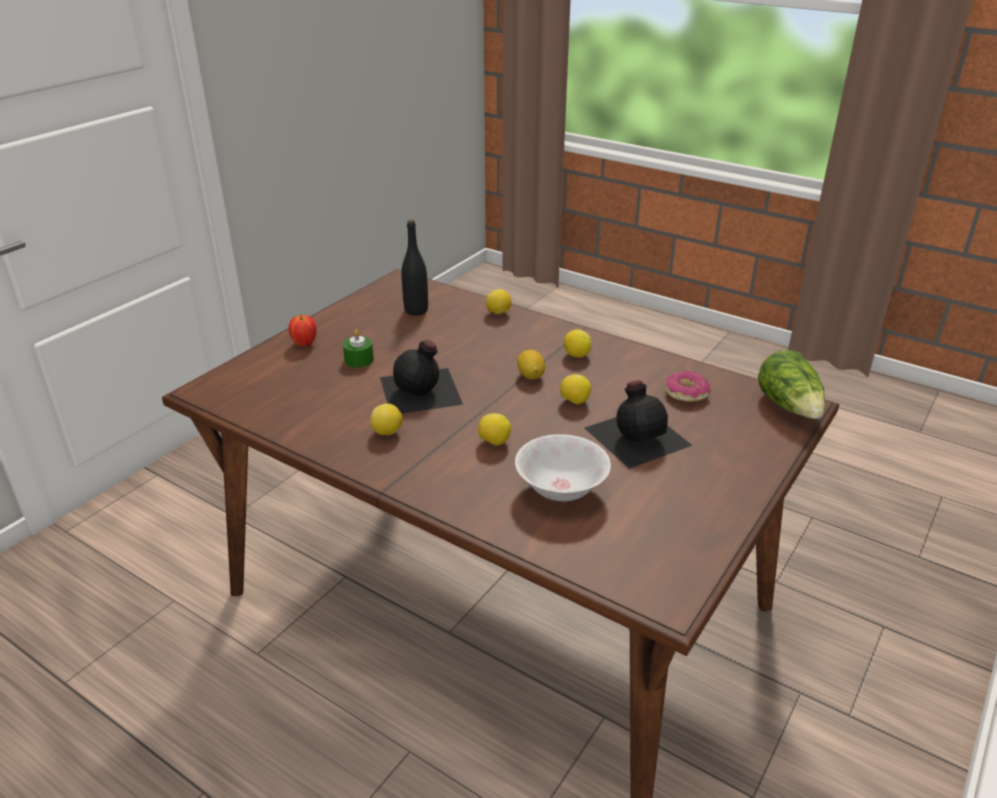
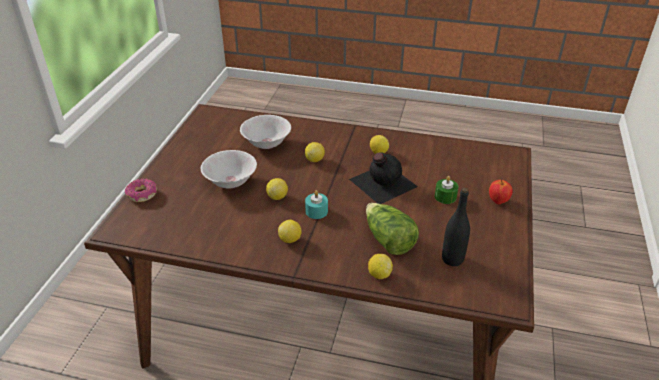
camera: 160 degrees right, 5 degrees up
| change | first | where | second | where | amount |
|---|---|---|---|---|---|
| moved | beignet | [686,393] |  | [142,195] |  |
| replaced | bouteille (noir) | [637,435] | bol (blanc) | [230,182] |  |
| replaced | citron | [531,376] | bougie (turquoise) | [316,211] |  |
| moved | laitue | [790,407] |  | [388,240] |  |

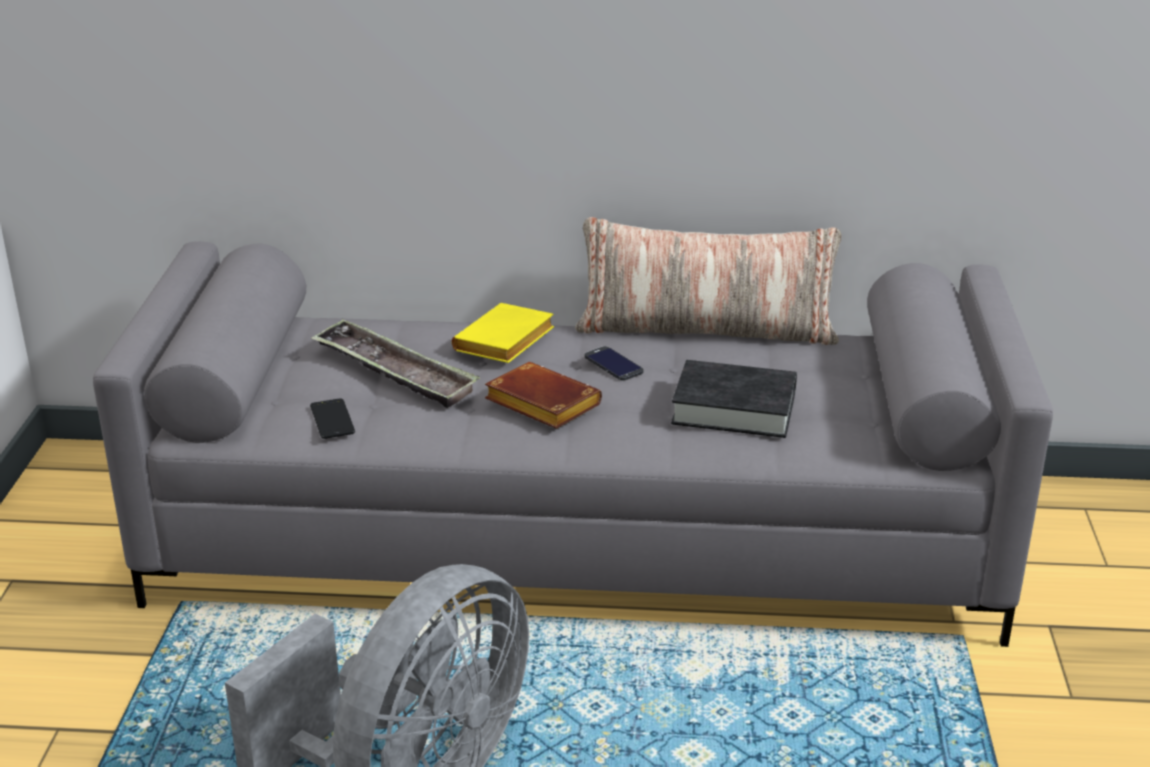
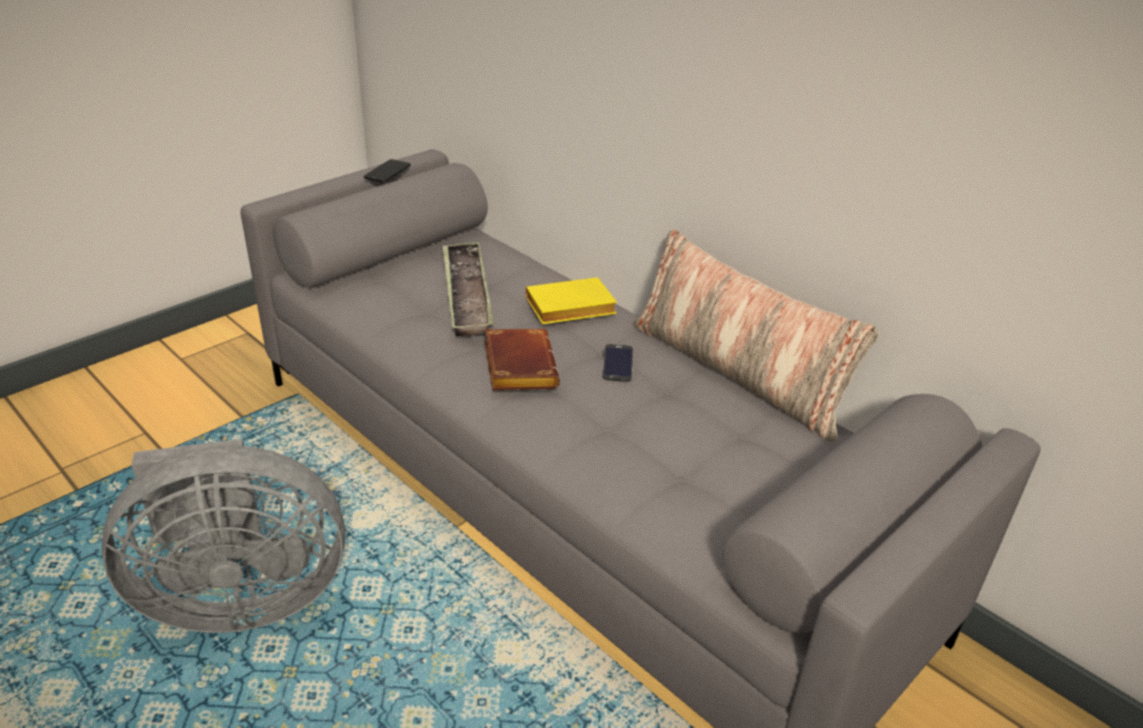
camera: 40 degrees right, 5 degrees up
| change | first | where | second | where | amount |
|---|---|---|---|---|---|
| moved | téléphone | [332,419] |  | [387,172] |  |
| removed | livre (noir) | [734,408] |  |  |  |

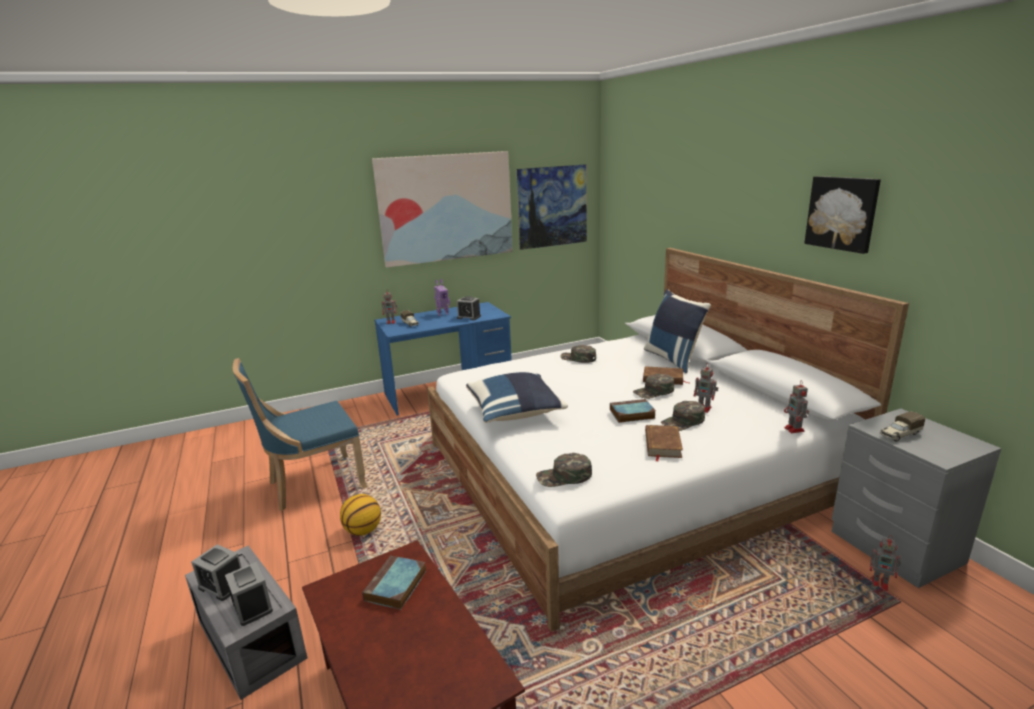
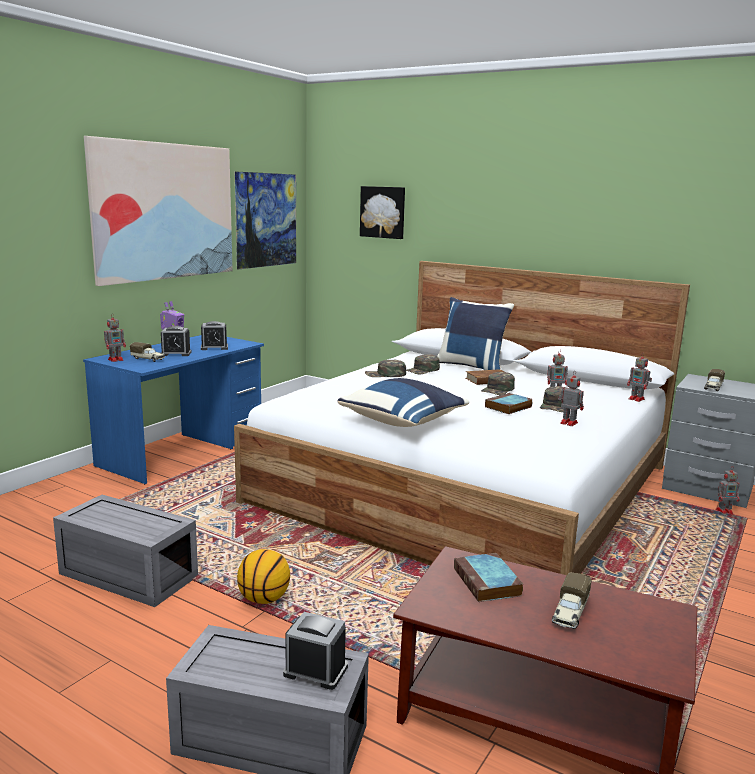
camera: 35 degrees left, 5 degrees down
| change | first | where | second | where | amount |
|---|---|---|---|---|---|
| replaced | chaise (bleu) | [313,484] | boîte de rangement (gris) | [125,575] |  |
| moved | réveil | [222,585] |  | [176,353] |  |
| moved | tableau | [842,213] |  | [383,212] |  |
| moved | casquette (vert) | [564,476] |  | [422,370] |  |
| added |  |  | camion jouet | [569,614] |  |
| replaced | livre (marron) | [662,445] | robot jouet | [568,423] |  |

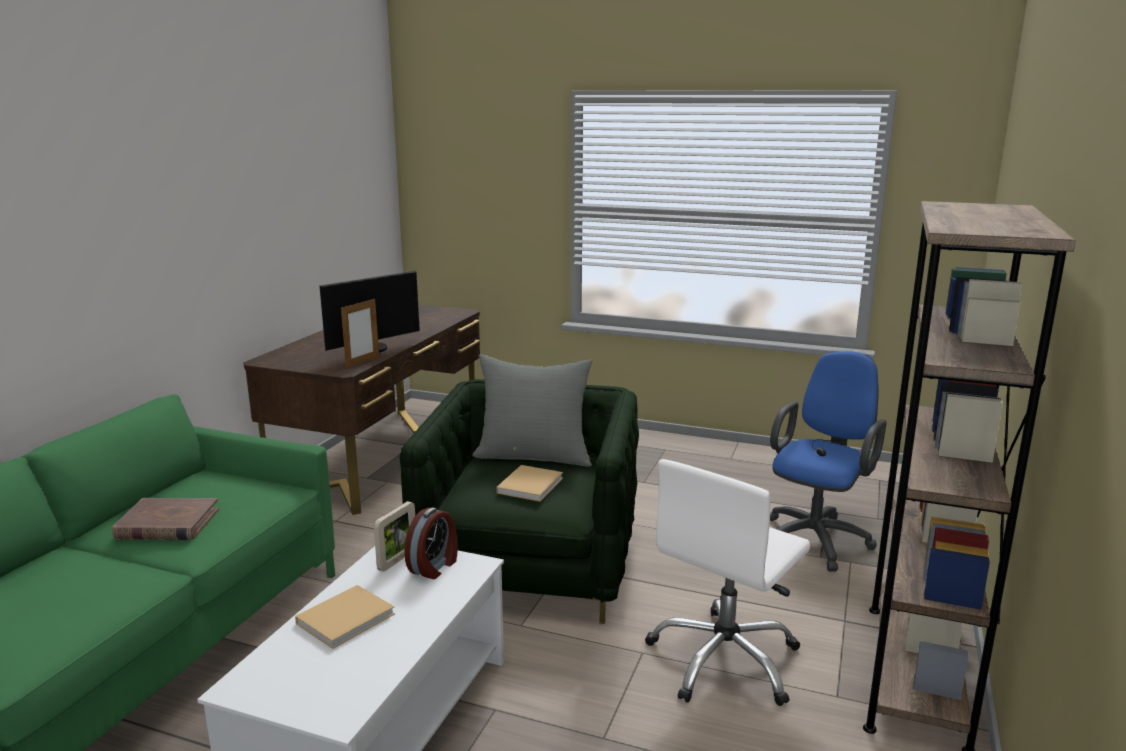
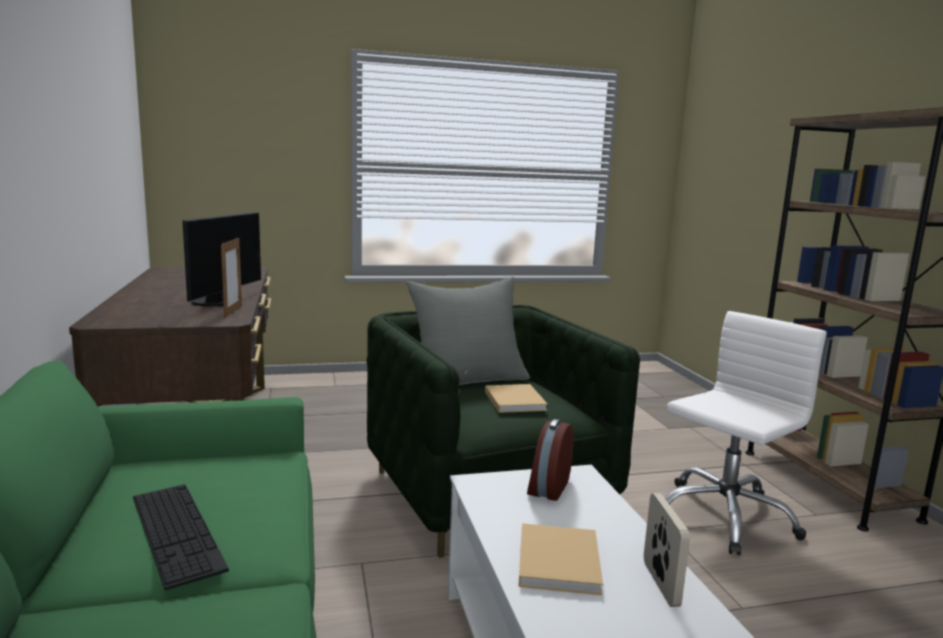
camera: 35 degrees left, 5 degrees down
| change | first | where | second | where | amount |
|---|---|---|---|---|---|
| replaced | livre (marron) | [167,524] | clavier | [176,531] |  |
| turned | réveil | [434,566] |  | [547,487] | 150 degrees counterclockwise |
| moved | cadre photo | [397,560] |  | [660,584] |  |
| turned | chaise de bureau (blanc) | [725,660] |  | [724,515] | 135 degrees counterclockwise |
| removed | chaise de bureau (bleu) | [816,538] |  |  |  |

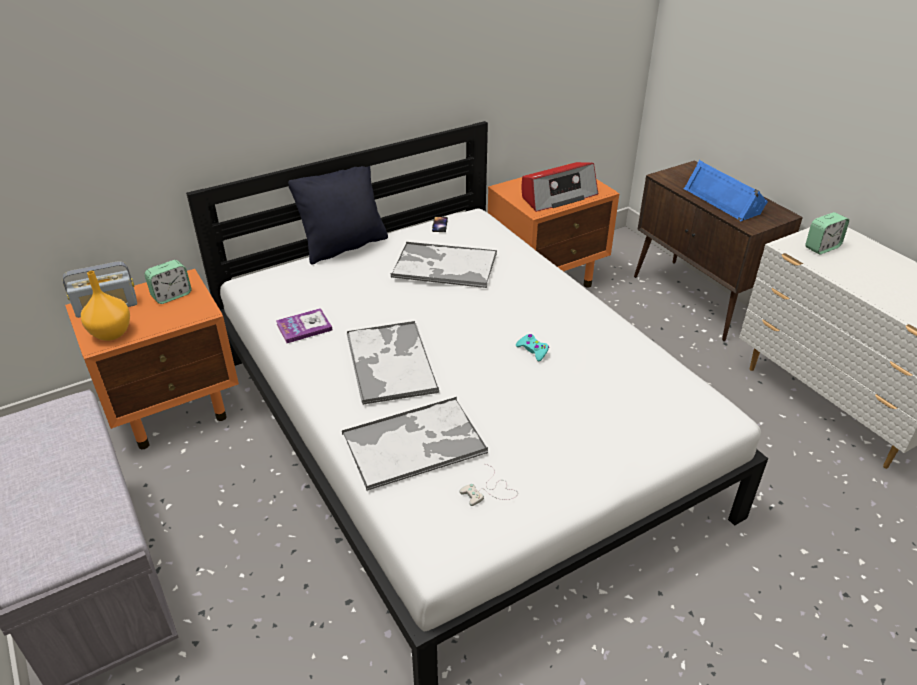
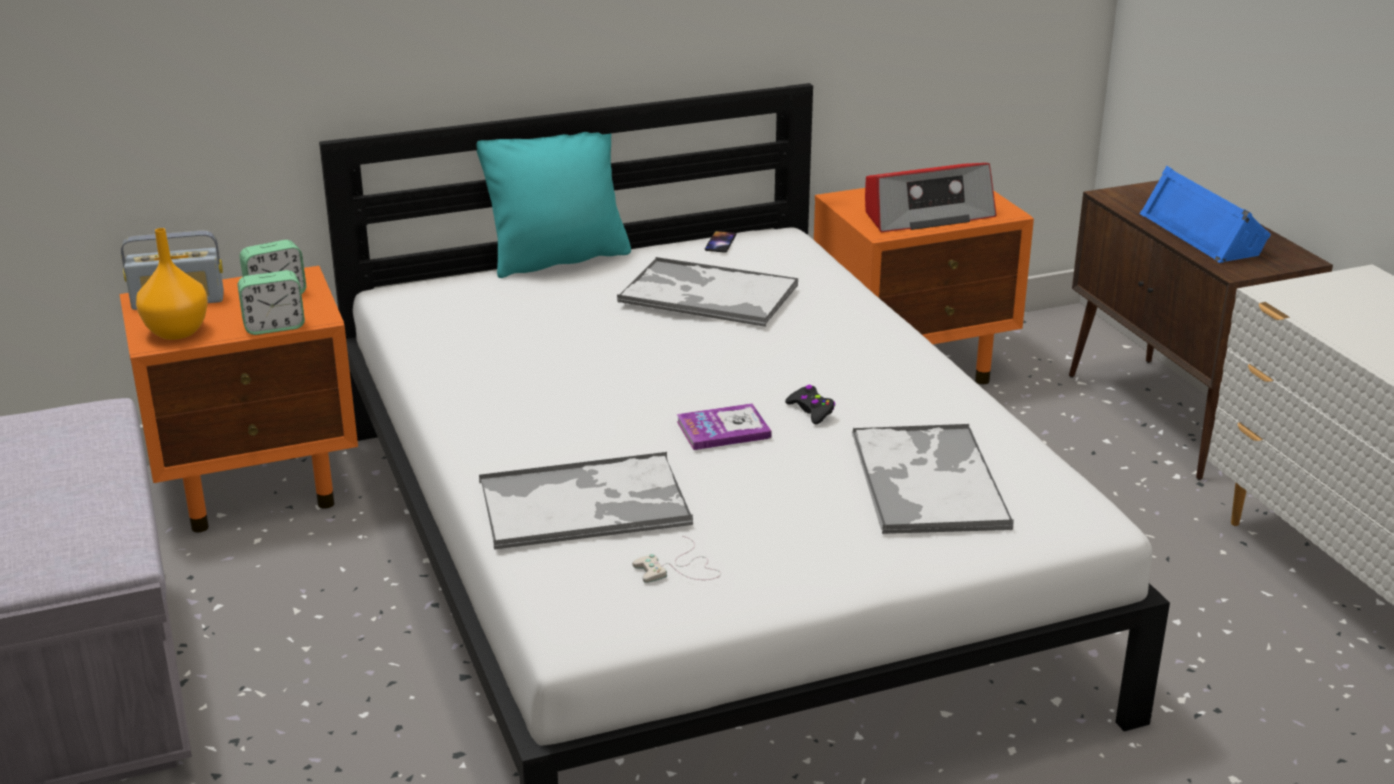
camera: 10 degrees right, 10 degrees down
| change | first | where | second | where | amount |
|---|---|---|---|---|---|
| moved | réveil | [822,247] |  | [274,327] |  |
| recoloured | coussin (noir) | [344,246] | coussin (turquoise) | [558,259] |  |
| moved | livre | [304,327] |  | [723,429] |  |
| recoloured | manette (turquoise) | [533,350] | manette (noir) | [811,410] |  |
| moved | plateau | [390,362] |  | [927,480] |  |

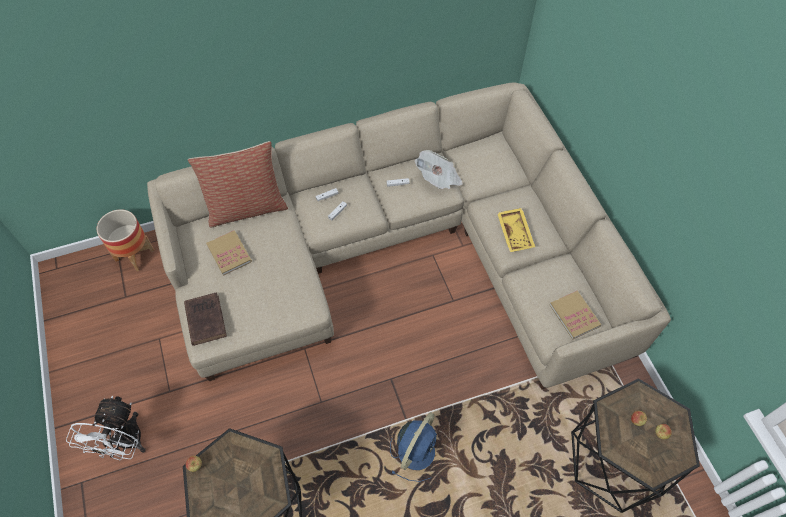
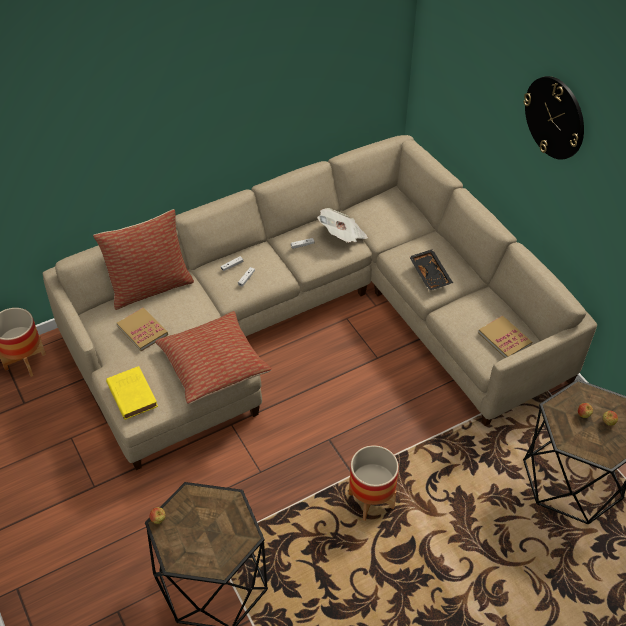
camera: 10 degrees left, 10 degrees down
| change | first | where | second | where | amount |
|---|---|---|---|---|---|
| recoloured | livre (marron) | [205,319] | livre (jaune) | [131,394] |  |
| added |  |  | coussin | [213,365] |  |
| replaced | ventilateur (bleu) | [417,450] | cache-pot | [371,501] |  |
| recoloured | plateau (jaune) | [515,233] | plateau (noir) | [431,274] |  |
| added |  |  | horloge murale | [555,117] |  |
| removed | ventilateur (blanc) | [125,444] |  |  |  |

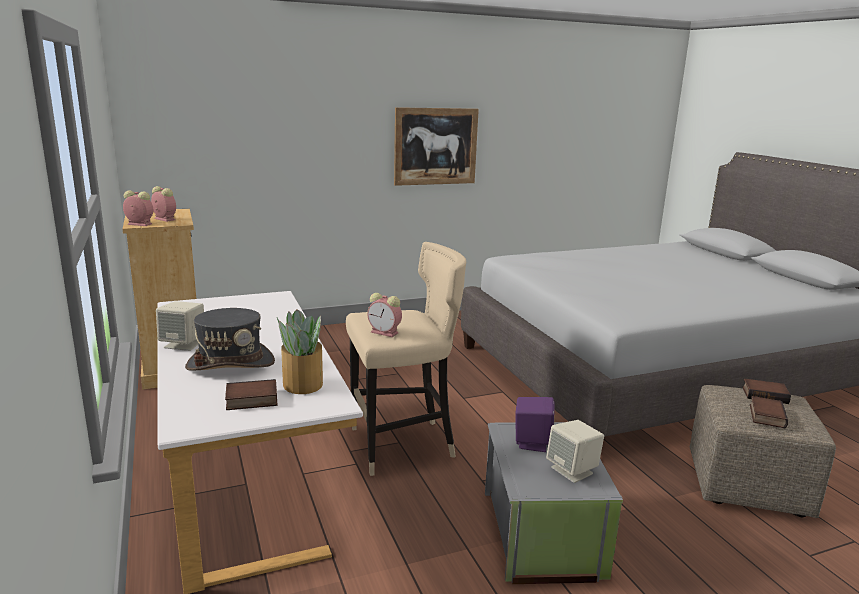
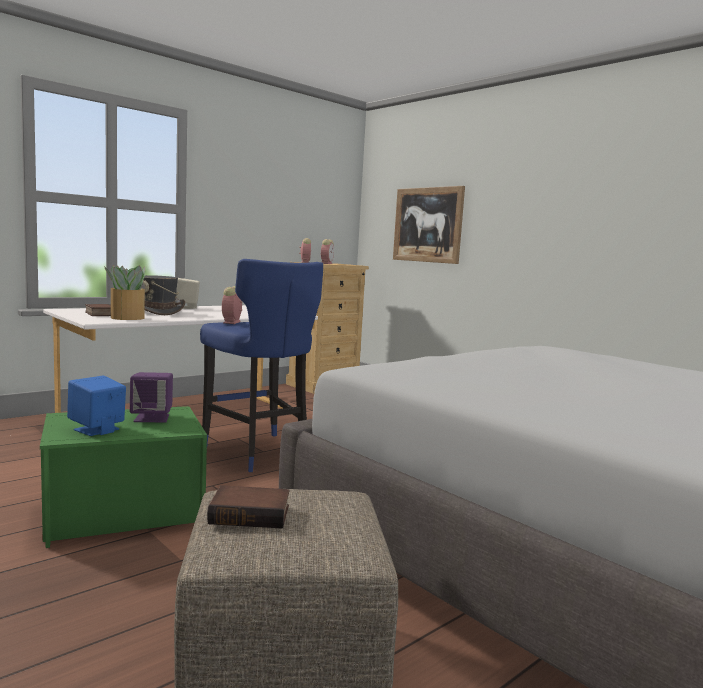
camera: 70 degrees right, 10 degrees down
| change | first | where | second | where | amount |
|---|---|---|---|---|---|
| recoloured | boîte de rangement (gris) | [539,534] | boîte de rangement (vert) | [124,513] |  |
| recoloured | enceinte (beige) | [572,470] | enceinte (bleu) | [97,429] |  |
| recoloured | tabouret (beige) | [403,445] | tabouret (bleu) | [258,453] |  |
| moved | tableau | [435,146] |  | [427,225] |  |
| removed | livre | [765,395] |  |  |  |

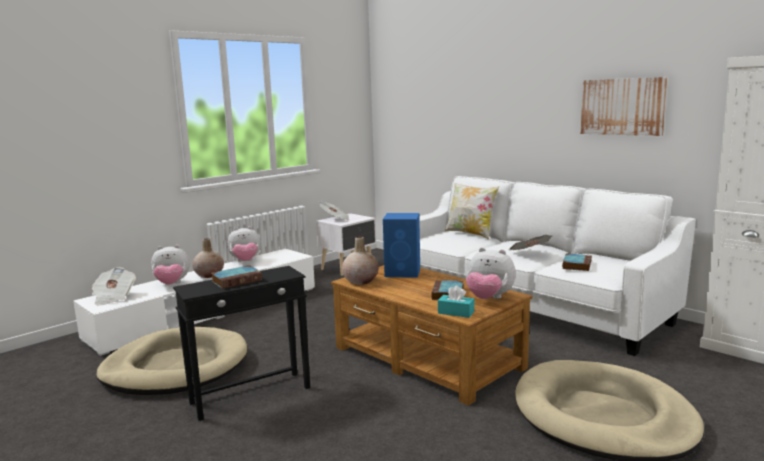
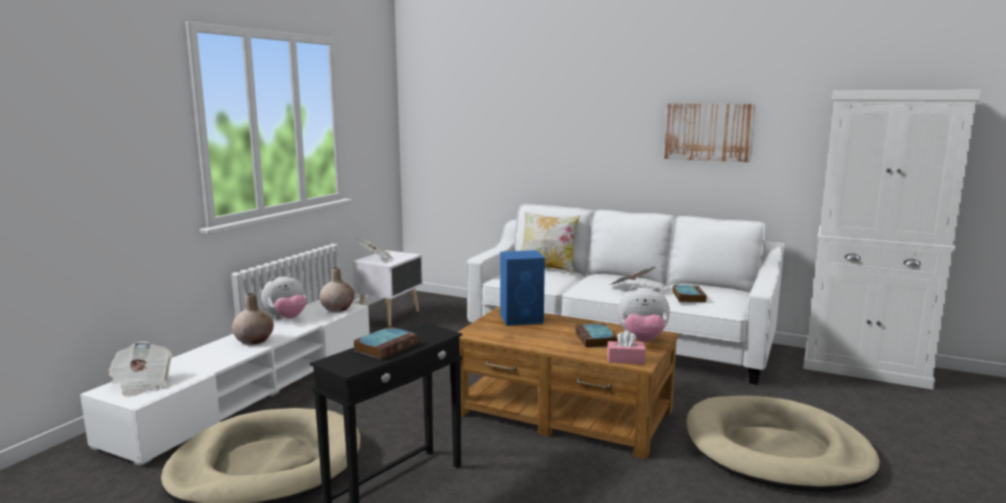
camera: 20 degrees left, 0 degrees up
| change | first | where | second | where | amount |
|---|---|---|---|---|---|
| moved | vase (beige) | [361,281] |  | [337,308] |  |
| recoloured | boîte à mouchoirs (turquoise) | [456,312] | boîte à mouchoirs (rose) | [625,359] |  |
| removed | peluche | [172,284] |  |  |  |

